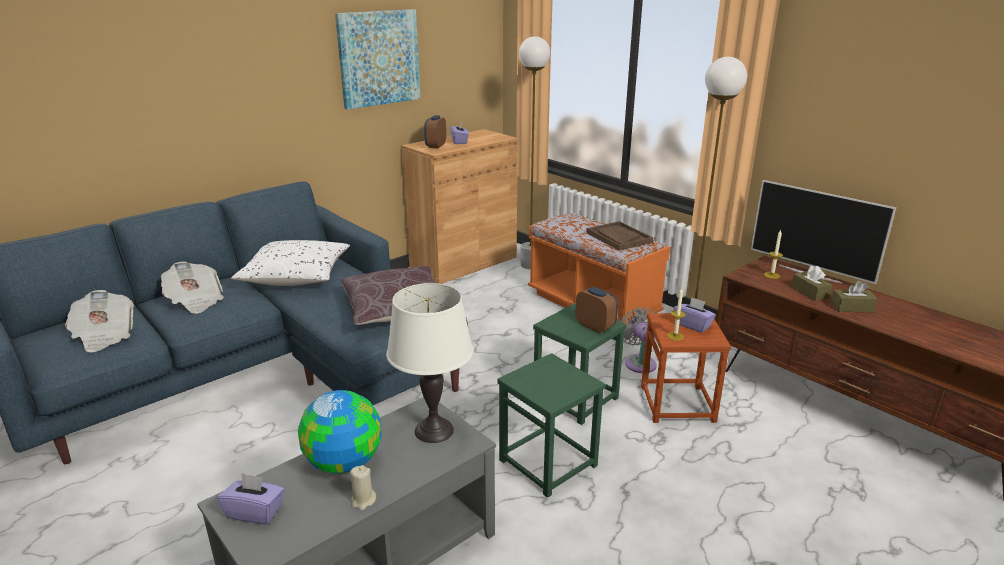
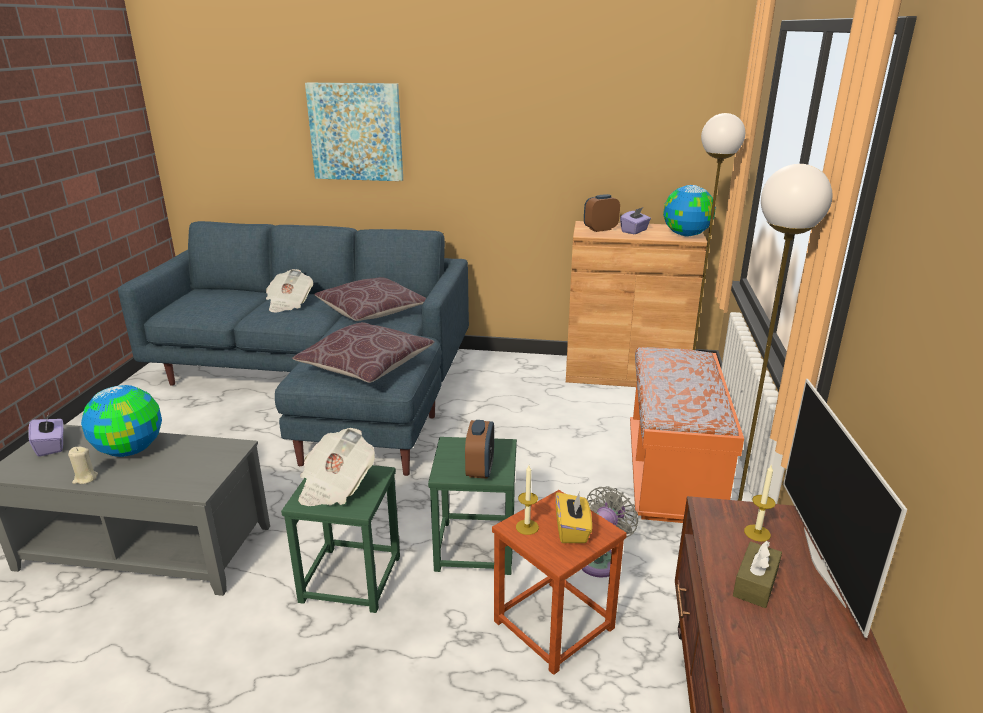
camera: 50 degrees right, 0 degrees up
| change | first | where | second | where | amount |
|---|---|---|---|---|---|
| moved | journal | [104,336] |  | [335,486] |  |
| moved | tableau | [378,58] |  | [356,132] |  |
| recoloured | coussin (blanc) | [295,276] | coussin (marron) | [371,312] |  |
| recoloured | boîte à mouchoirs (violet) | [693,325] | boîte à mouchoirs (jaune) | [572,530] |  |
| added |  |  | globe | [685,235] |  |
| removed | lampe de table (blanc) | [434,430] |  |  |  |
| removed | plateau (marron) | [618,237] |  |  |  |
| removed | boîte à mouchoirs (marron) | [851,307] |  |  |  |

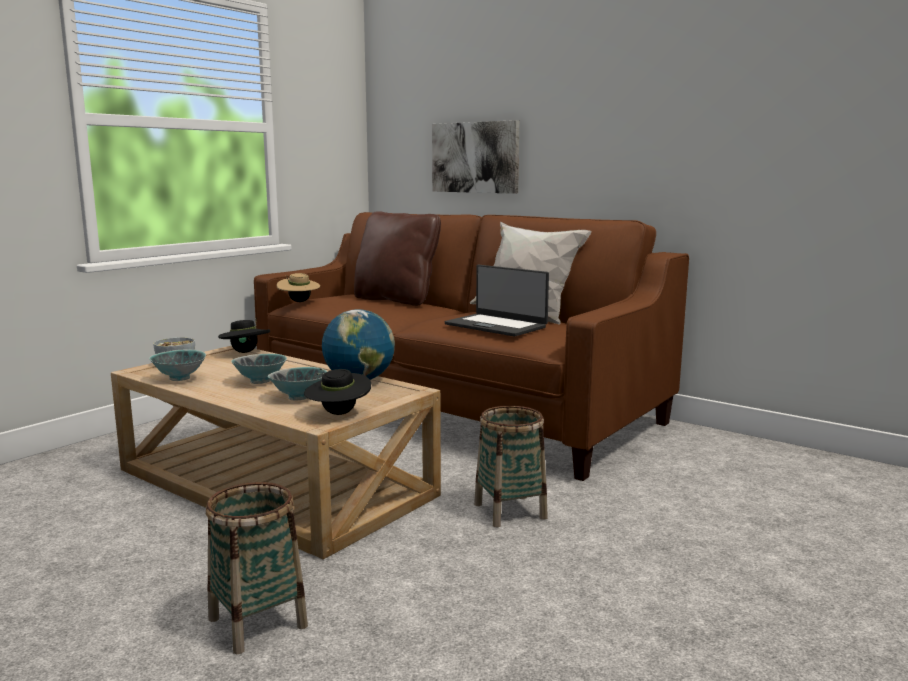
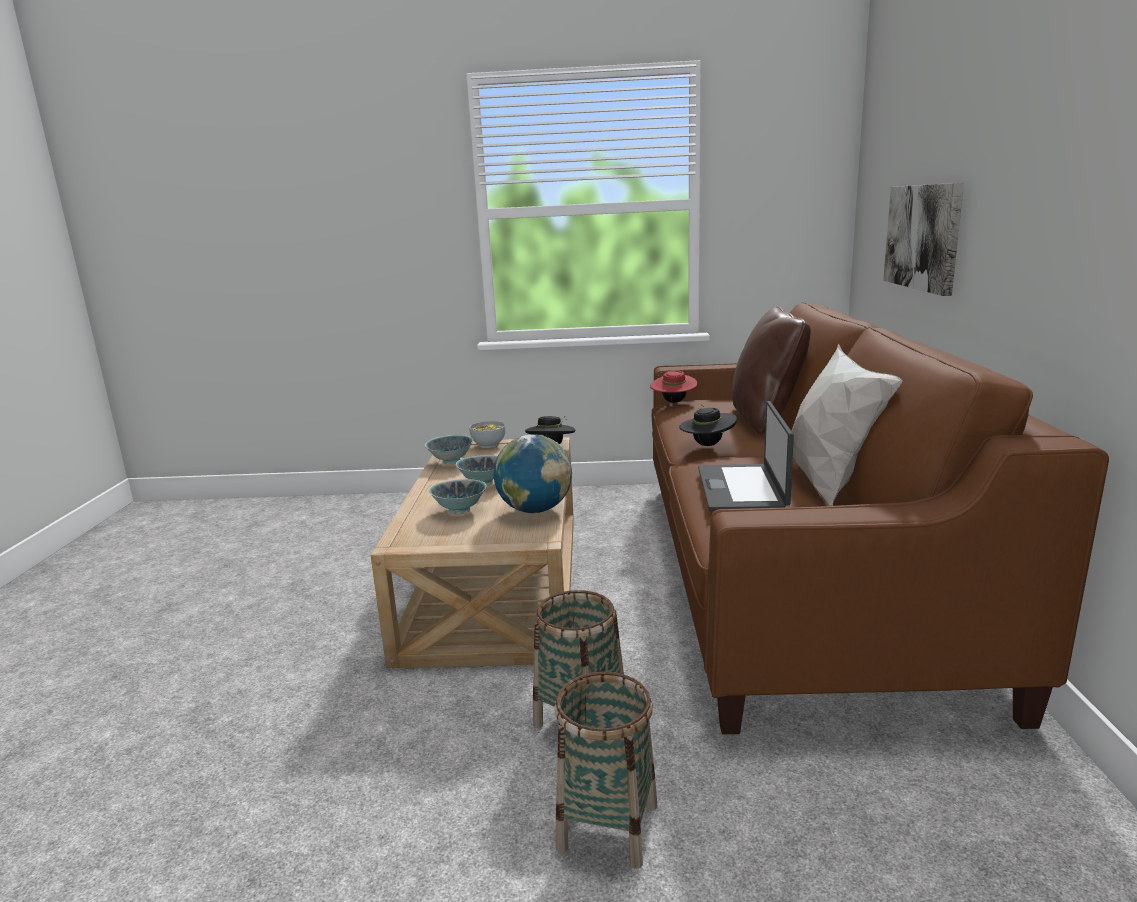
camera: 55 degrees right, 5 degrees up
| change | first | where | second | where | amount |
|---|---|---|---|---|---|
| moved | panier | [257,622] |  | [607,826] |  |
| recoloured | chapeau (beige) | [299,302] | chapeau (rouge) | [673,402] |  |
| moved | chapeau (noir) | [338,413] |  | [707,445] |  |

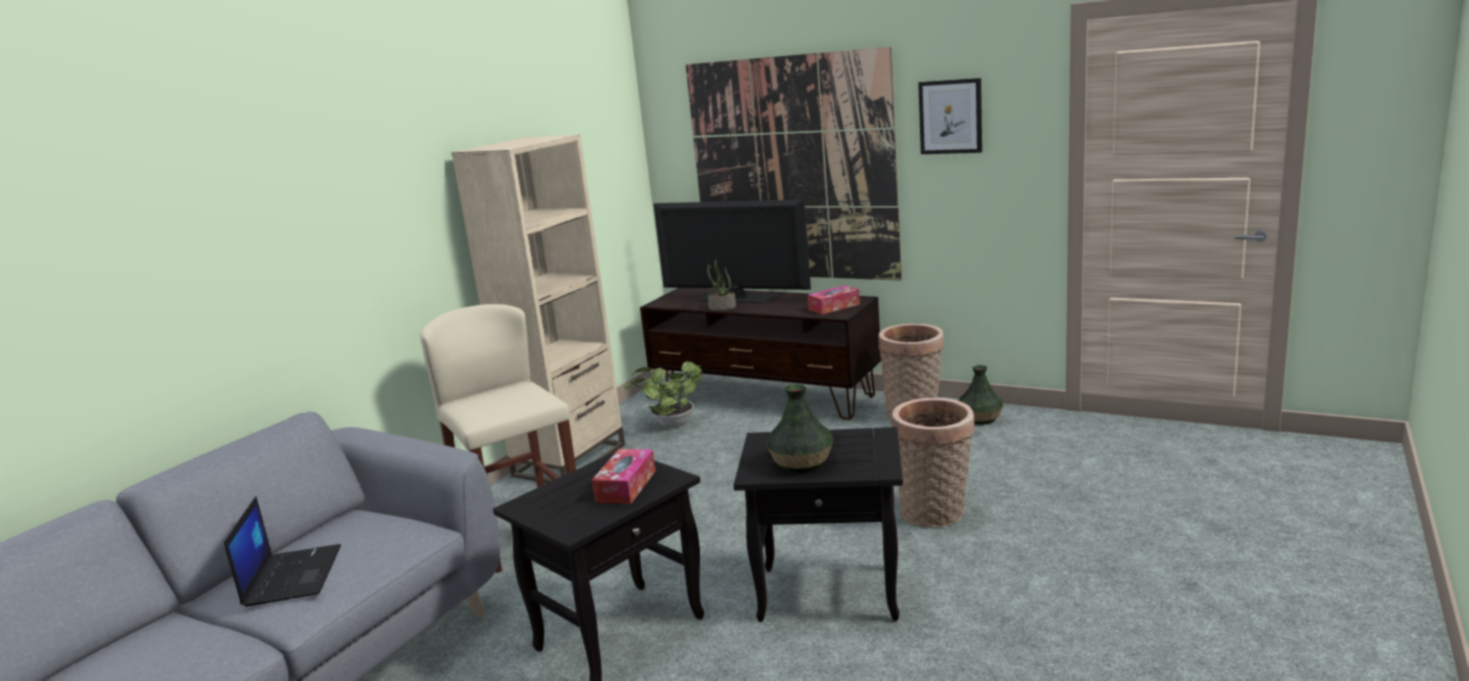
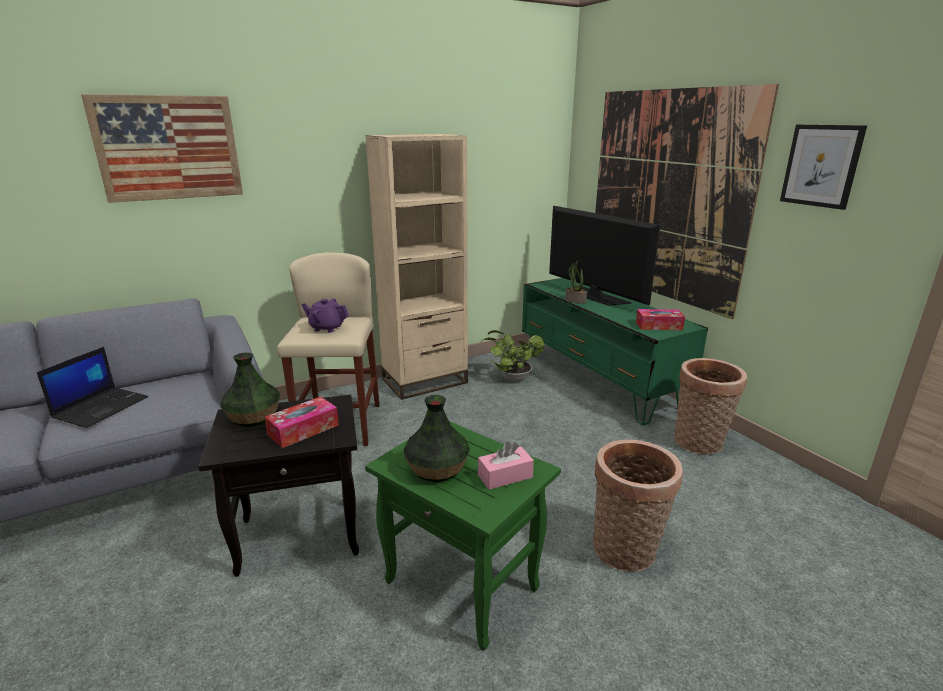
camera: 30 degrees right, 5 degrees up
| change | first | where | second | where | amount |
|---|---|---|---|---|---|
| added |  |  | tableau | [168,148] |  |
| moved | vase | [981,418] |  | [254,417] |  |
| added |  |  | théière (violet) | [327,328] |  |
| recoloured | table d'appoint (noir) | [831,592] | table d'appoint (vert) | [465,585] |  |
| added |  |  | boîte à mouchoirs (rose) | [505,476] |  |
| recoloured | meuble télé (marron) | [765,396] | meuble télé (vert) | [598,380] |  |

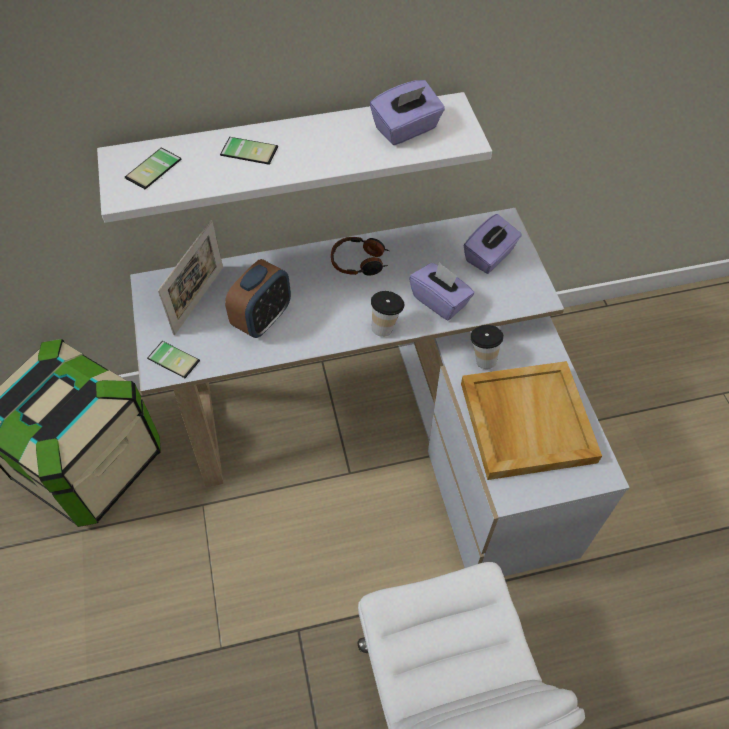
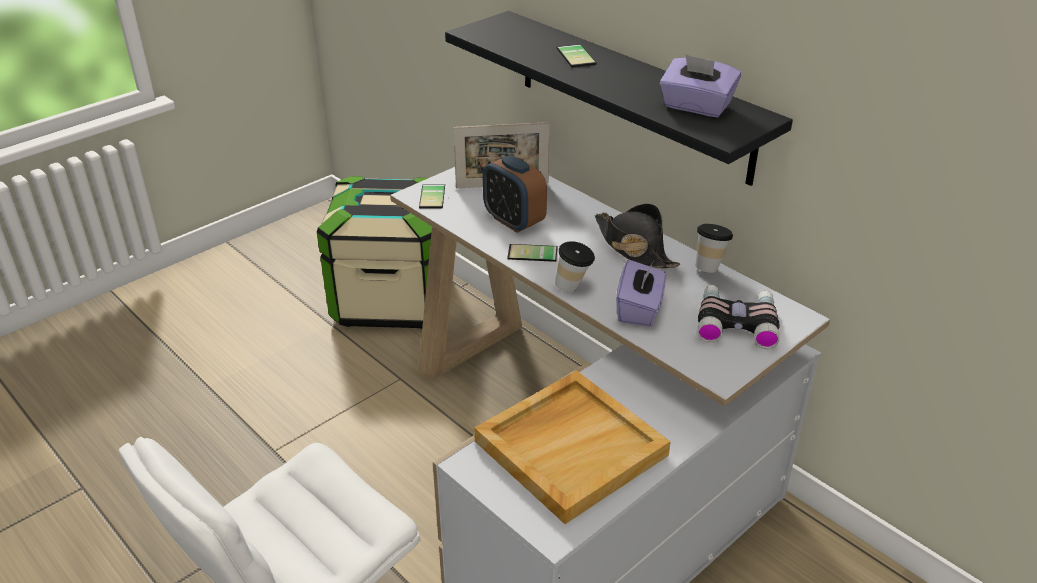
camera: 60 degrees right, 20 degrees down
| change | first | where | second | where | amount |
|---|---|---|---|---|---|
| recoloured | étagère (blanc) | [289,150] | étagère (noir) | [632,95] |  |
| turned | réveil | [263,319] |  | [514,221] | 45 degrees clockwise |
| moved | téléphone | [155,170] |  | [532,254] |  |
| replaced | casque audio | [359,262] | chapeau (noir) | [633,247] |  |
| moved | tasse | [482,358] |  | [709,266] |  |
| replaced | boîte à mouchoirs (violet) | [490,256] | jumelles | [736,323] |  |

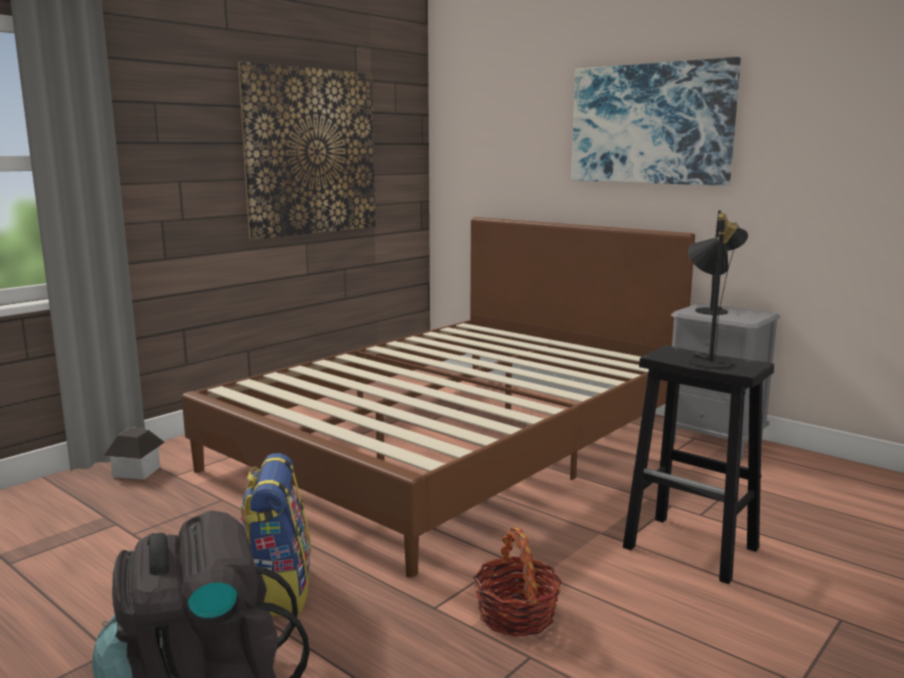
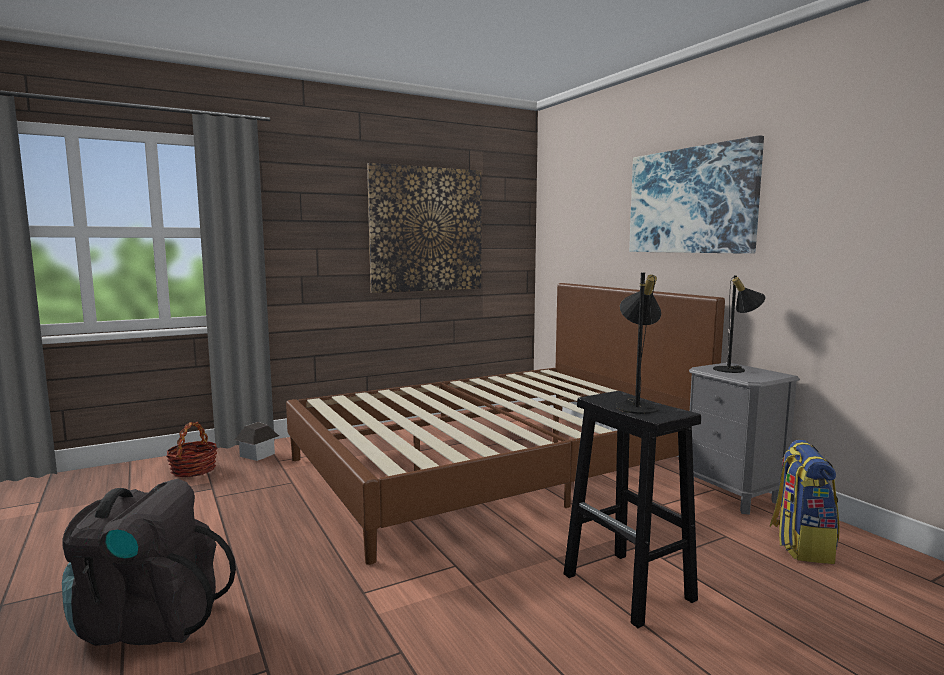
camera: 20 degrees right, 5 degrees down
| change | first | where | second | where | amount |
|---|---|---|---|---|---|
| moved | panier | [516,615] |  | [193,470] |  |
| moved | sac à dos | [277,591] |  | [800,545] |  |

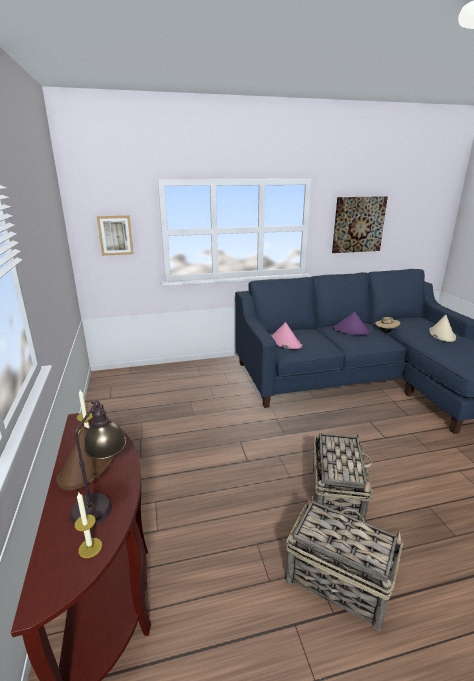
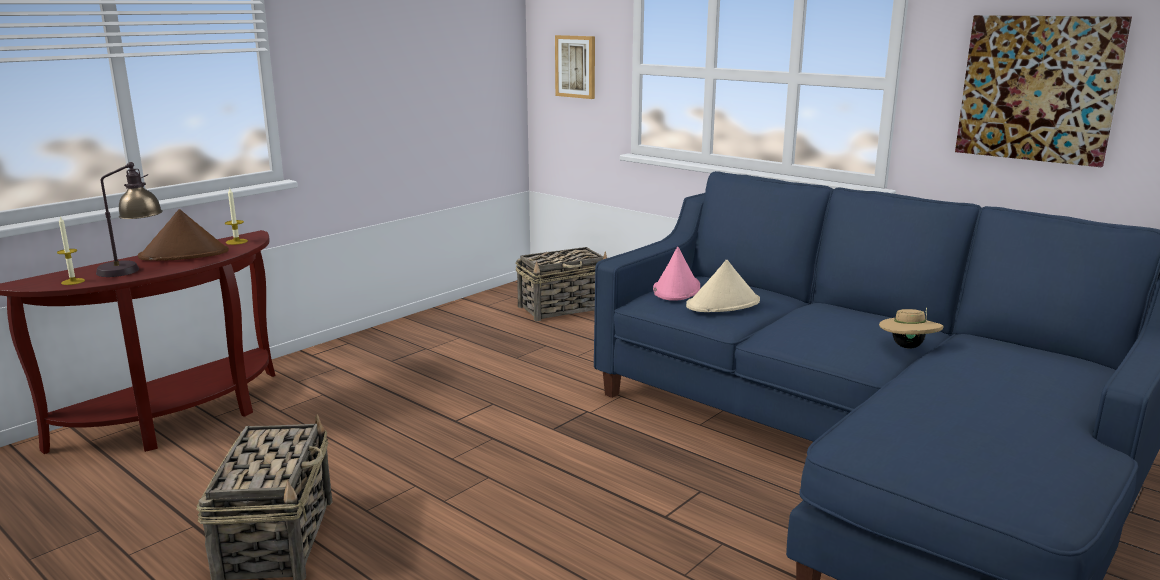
camera: 55 degrees right, 5 degrees down
| change | first | where | second | where | amount |
|---|---|---|---|---|---|
| moved | panier | [336,496] |  | [563,308] |  |
| moved | chapeau (beige) | [441,334] |  | [723,304] |  |
| removed | chapeau (violet) | [351,331] |  |  |  |

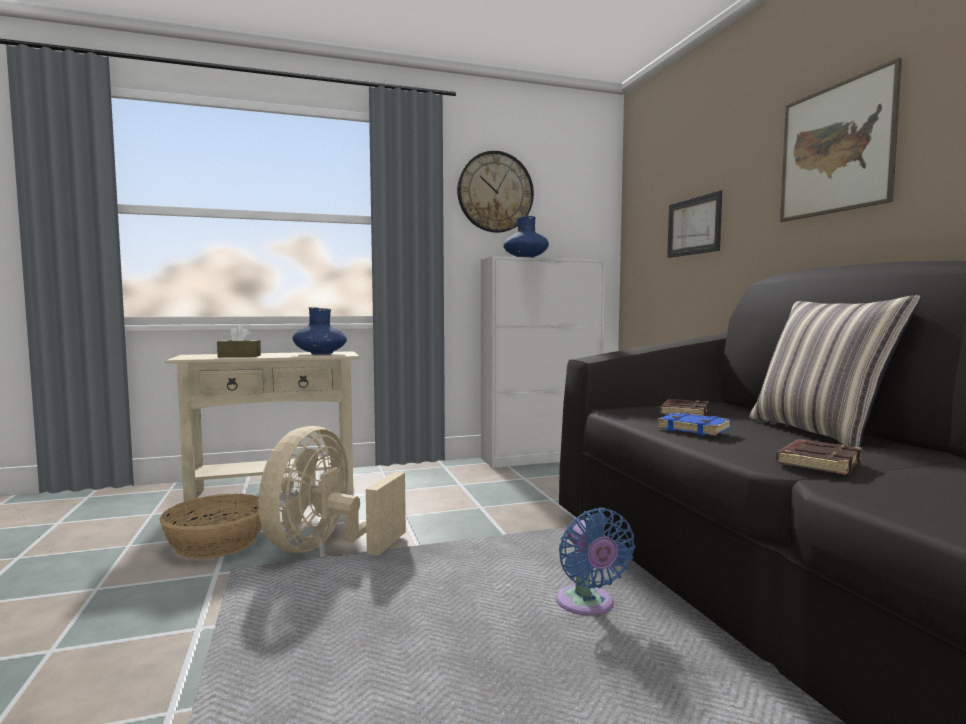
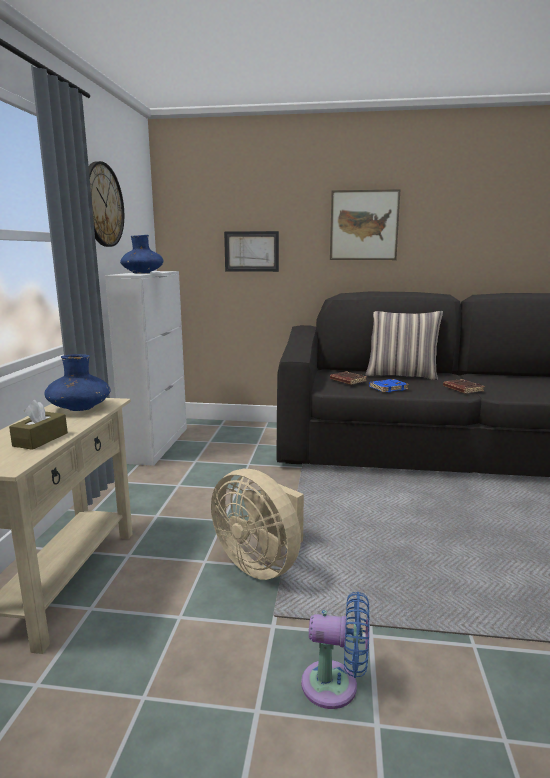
camera: 65 degrees left, 10 degrees up
| change | first | where | second | where | amount |
|---|---|---|---|---|---|
| moved | ventilateur (bleu) | [587,606] |  | [336,685] |  |
| removed | panier | [217,543] |  |  |  |

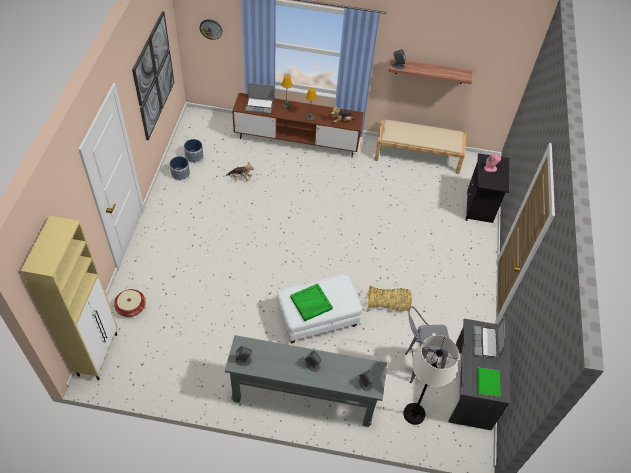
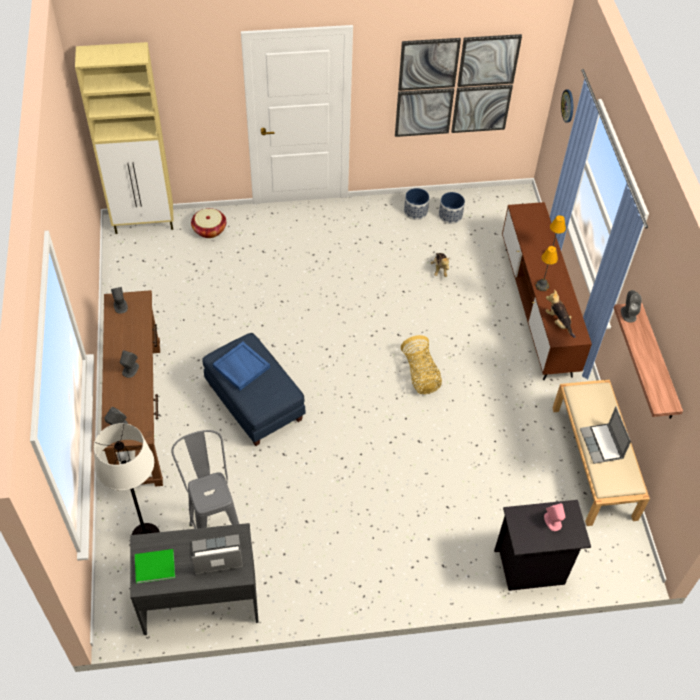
camera: 75 degrees right, 0 degrees up
| change | first | where | second | where | amount |
|---|---|---|---|---|---|
| recoloured | table console (gris) | [303,397] | table console (marron) | [139,414] |  |
| recoloured | pouf (blanc) | [317,317] | pouf (bleu) | [254,401] |  |
| recoloured | plateau (vert) | [311,303] | plateau (bleu) | [241,367] |  |
| moved | panier | [388,304] |  | [420,374] |  |
| moved | ordinateur portable | [260,105] |  | [602,444] |  |

